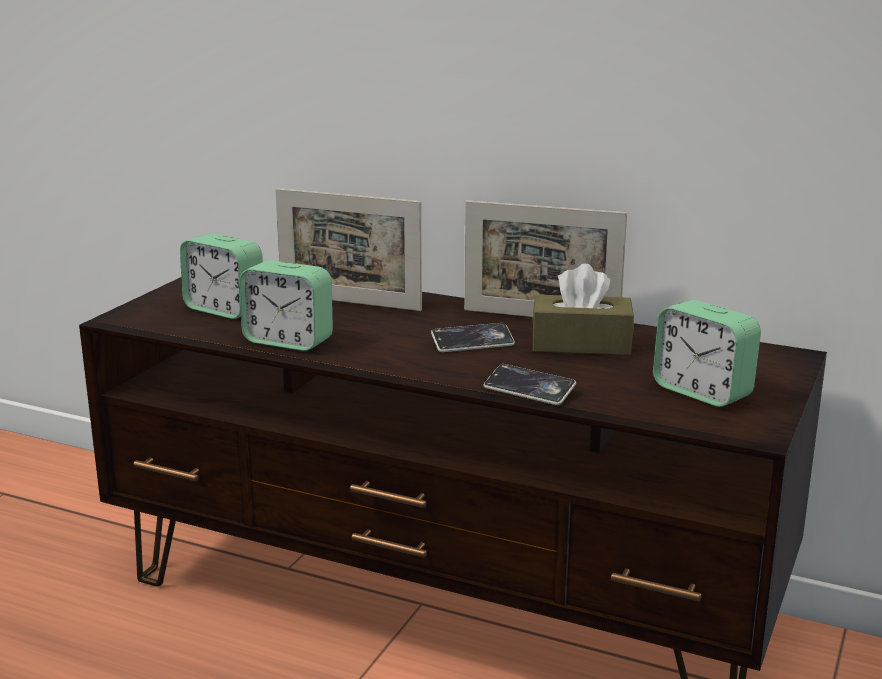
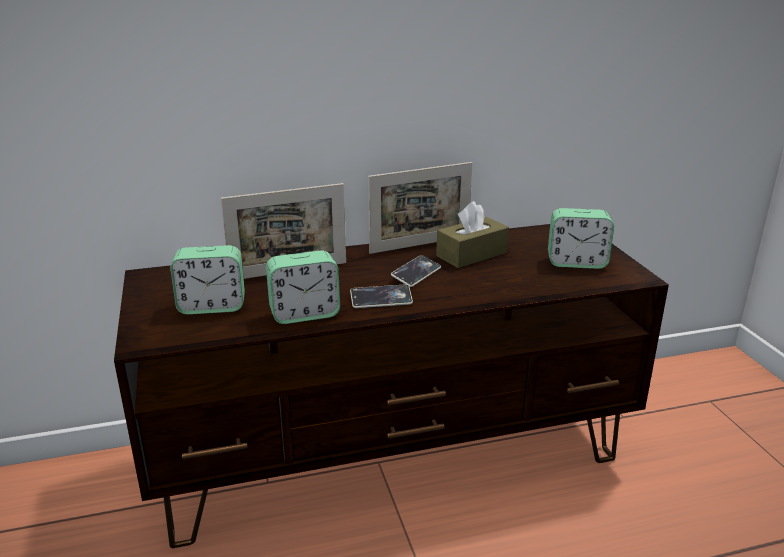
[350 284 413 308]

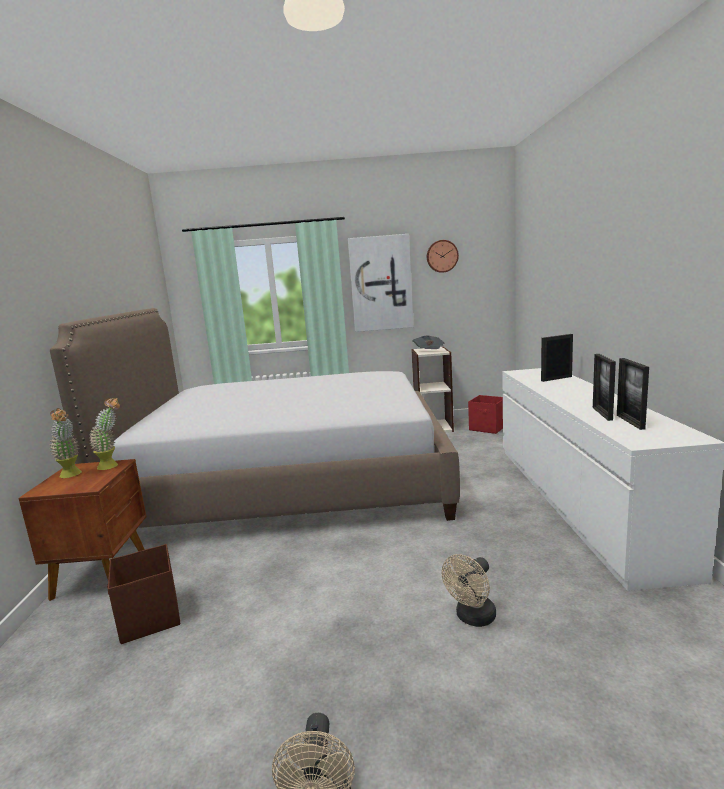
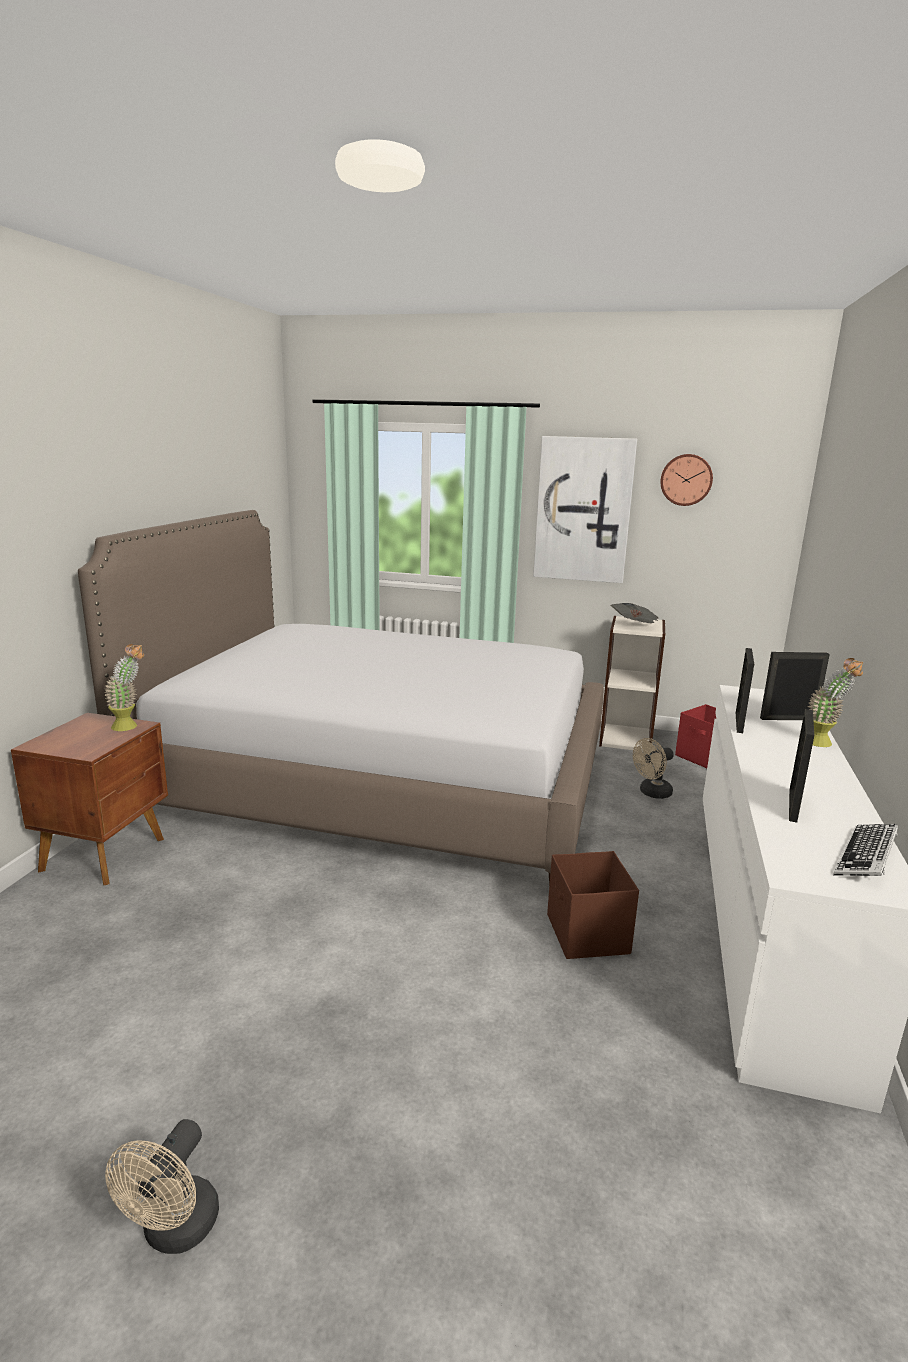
[736 648 754 733]
[808 658 863 747]
[547 851 639 959]
[633 738 674 799]
[833 824 898 876]

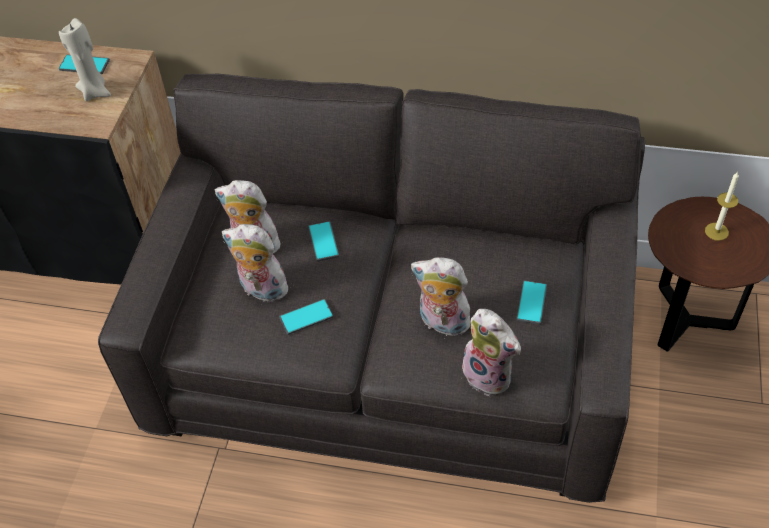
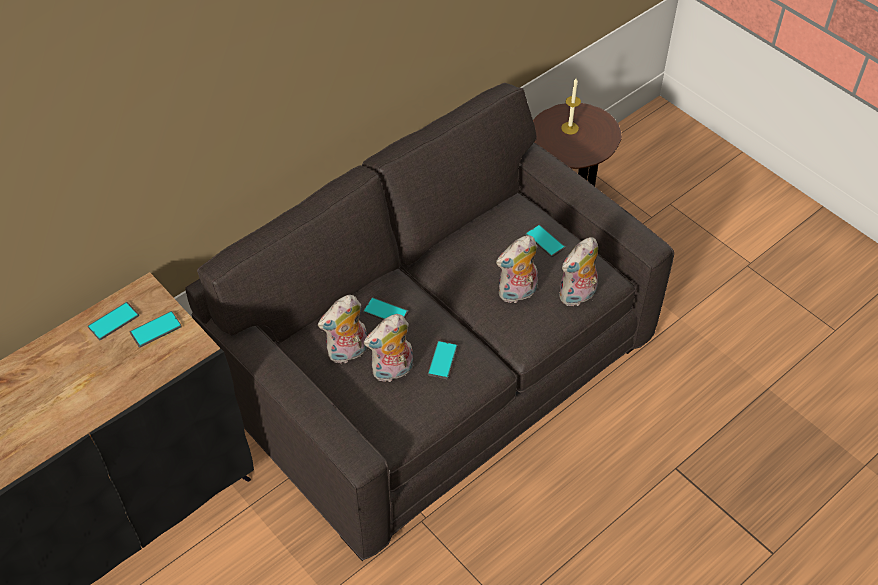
[130 311 182 348]
[559 237 598 306]

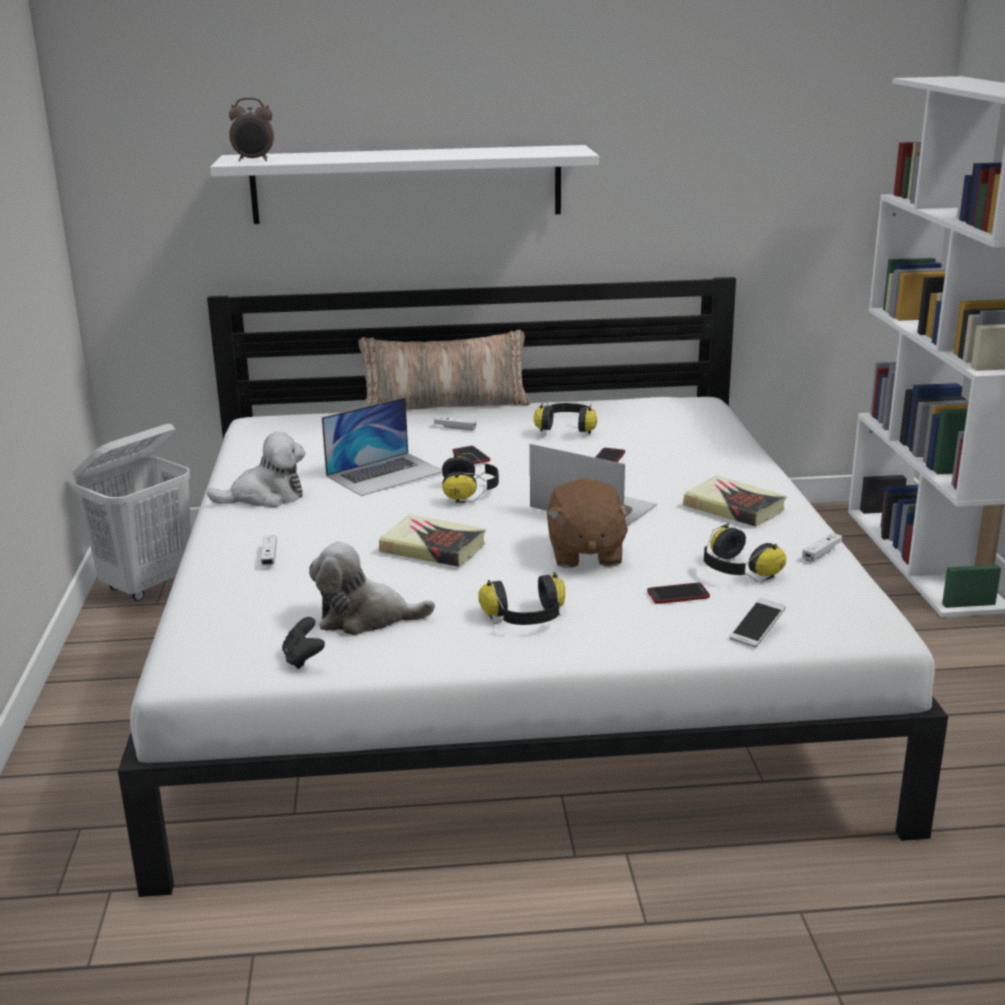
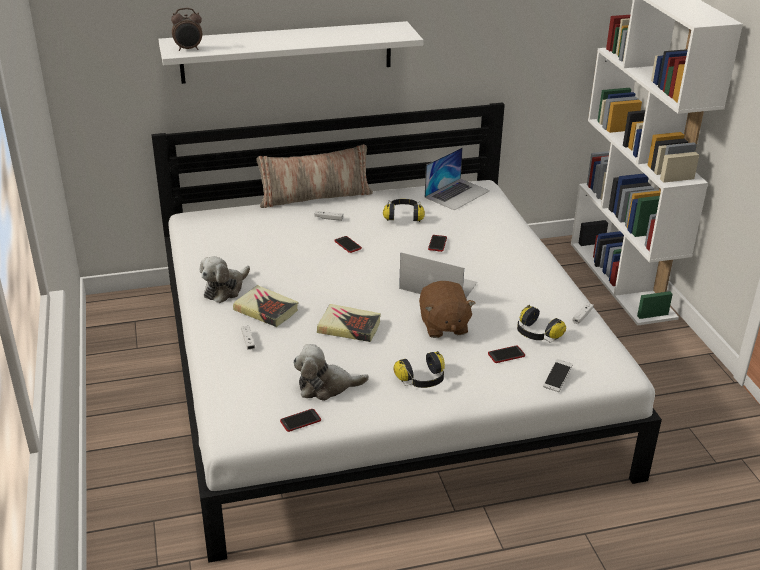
[425 147 490 210]
[72 424 191 601] (first image)
[199 256 250 303]
[442 453 499 503] (first image)
[233 285 299 327]
[280 409 321 432]

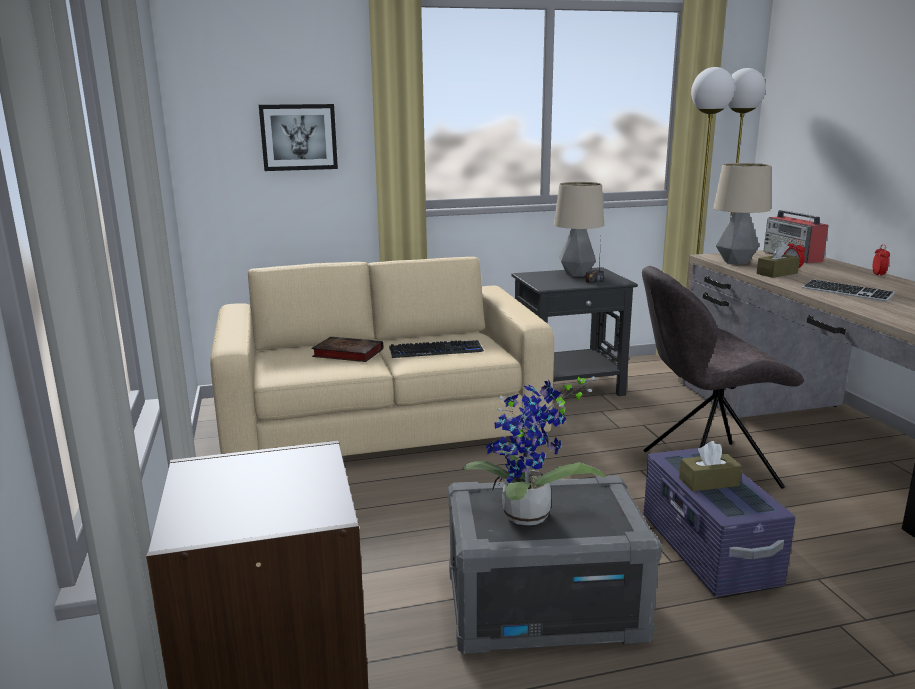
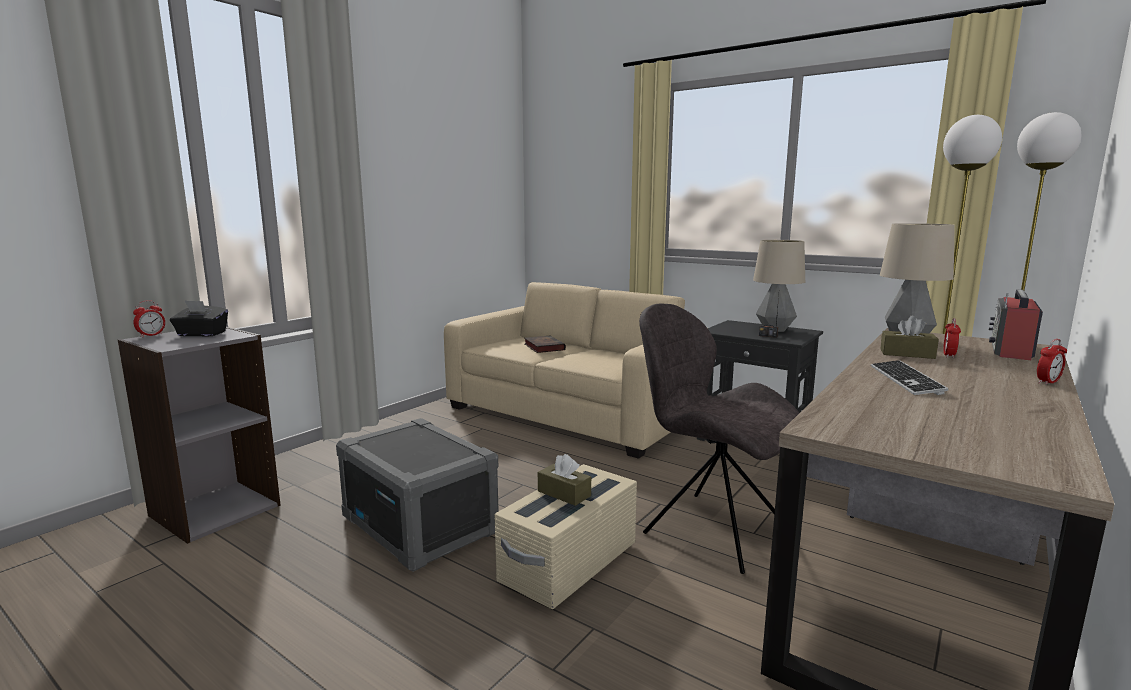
[259 104 338 171] (first image)
[389 340 484 358] (first image)
[462 376 606 525] (first image)
[494 464 637 609]
[133 300 165 337]
[170 301 228 337]

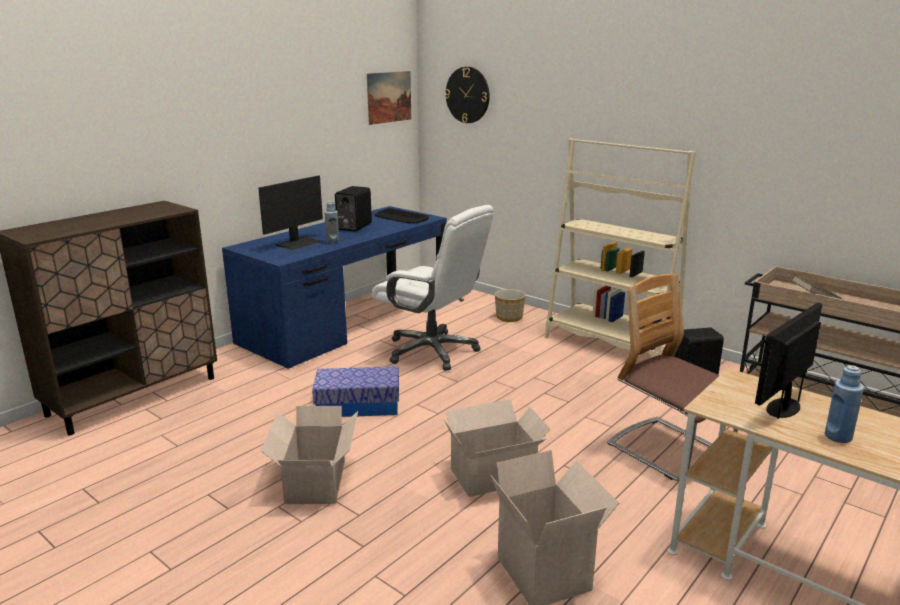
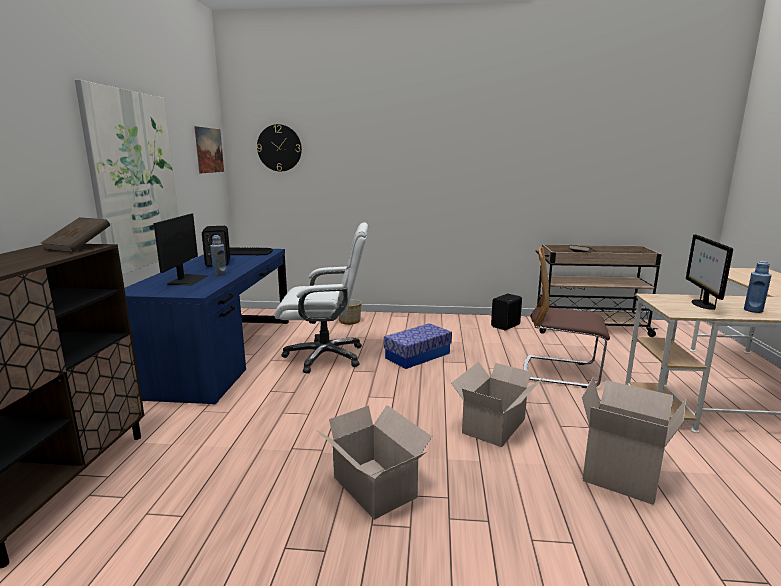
[545 138 696 357] (first image)
[384 323 452 369]
[75 80 179 275]
[41 217 110 252]

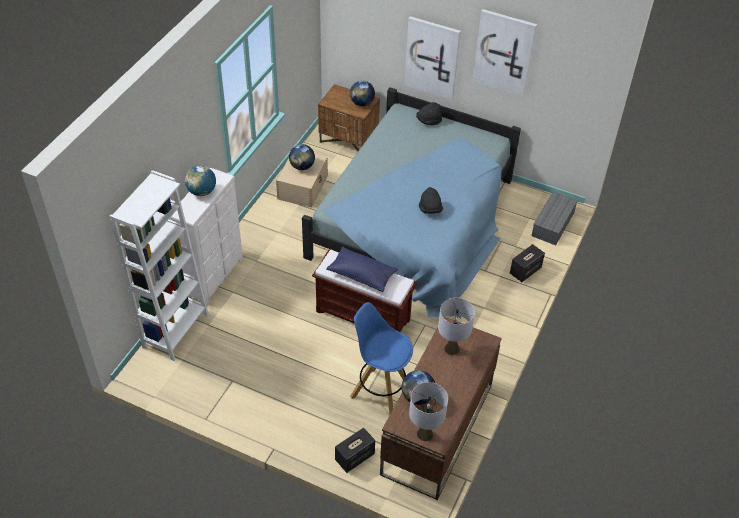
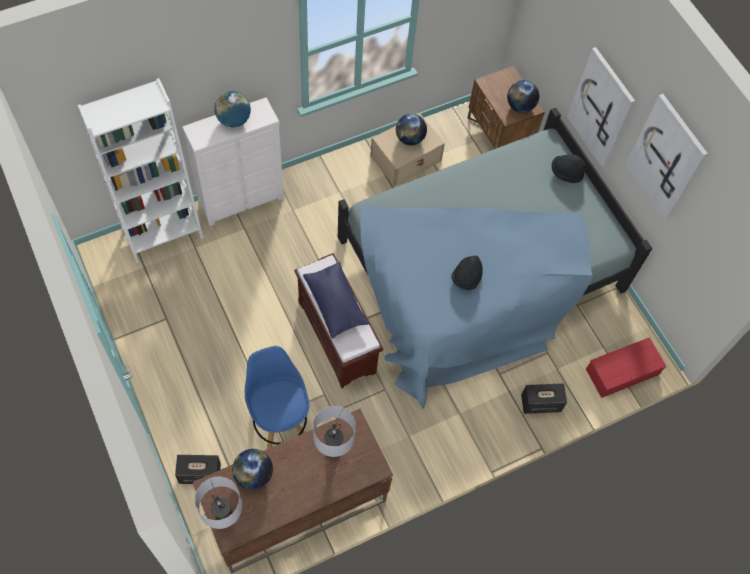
[586 337 667 398]

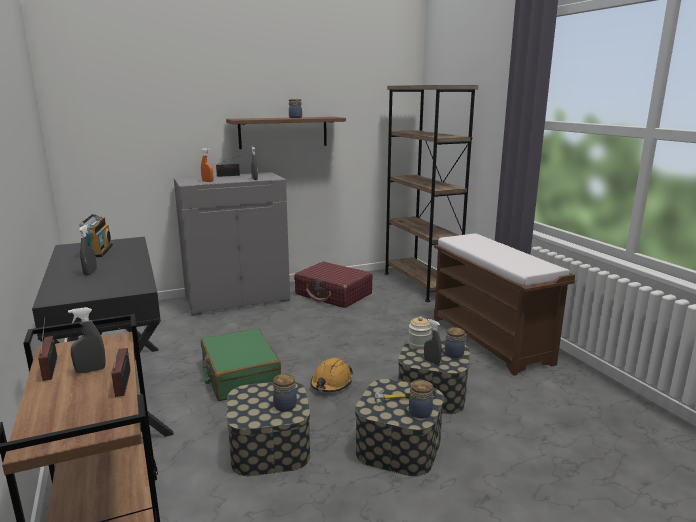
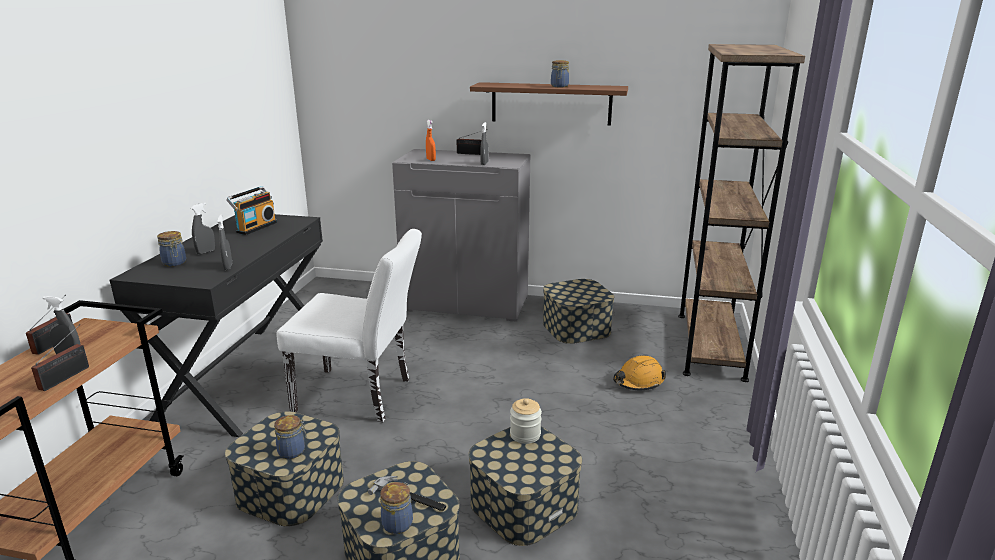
[434 233 575 376] (first image)
[543 279 615 344]
[217 214 232 270]
[157 231 186 267]
[277 229 422 422]
[613 355 666 390]

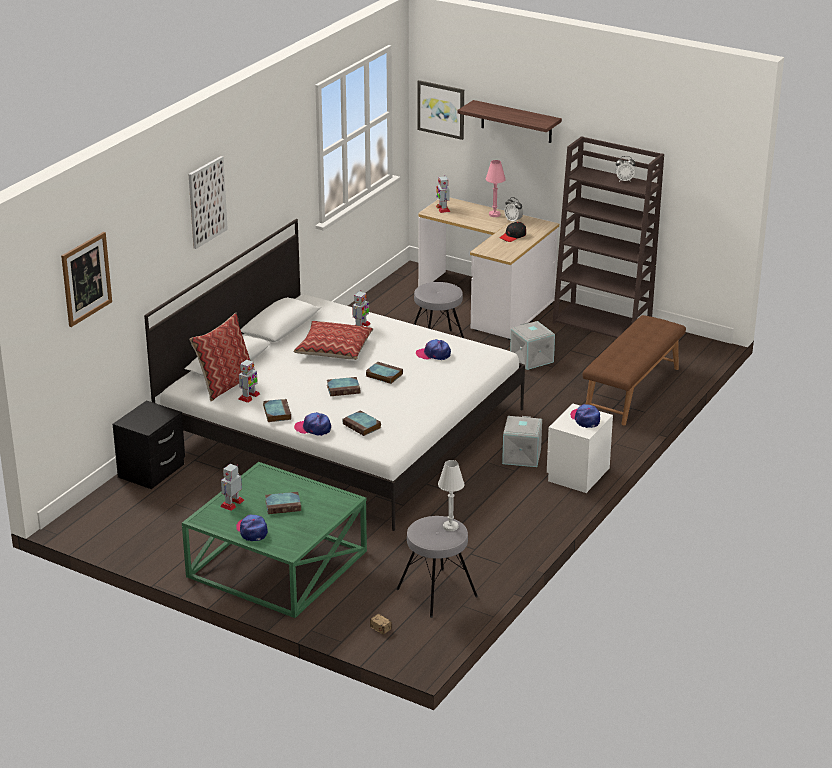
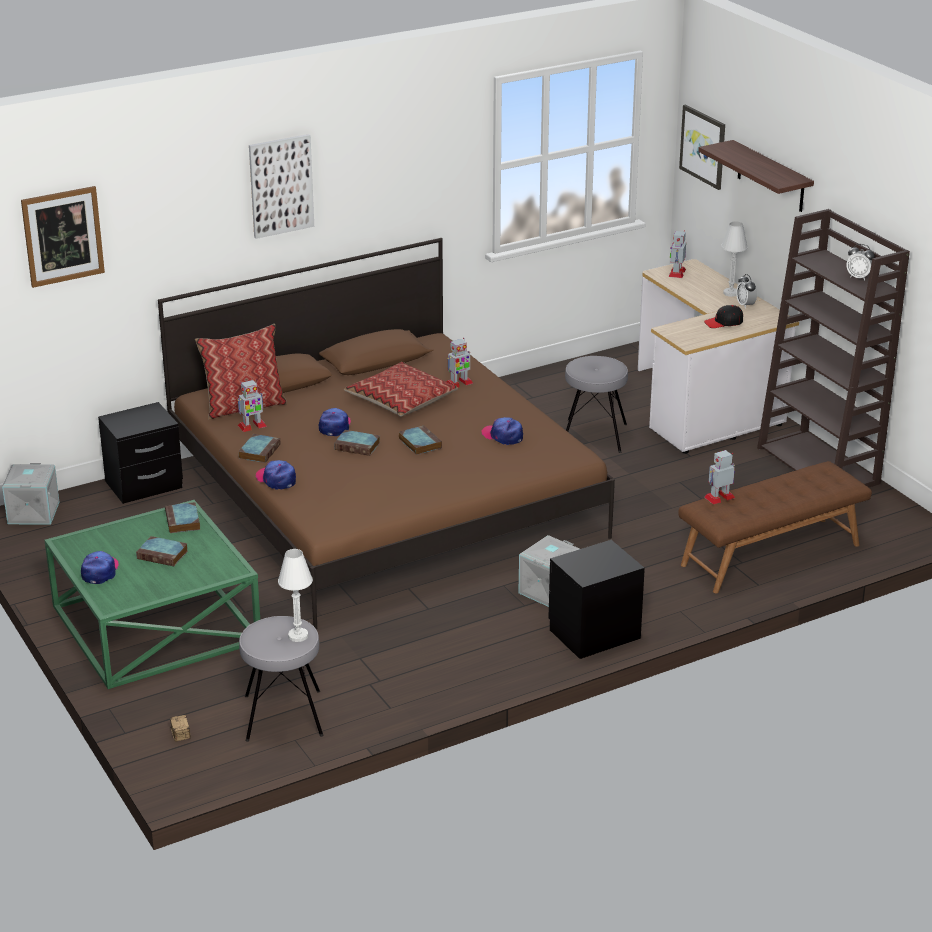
[721 221 748 297]
[158 238 615 629]
[2 463 59 525]
[549 540 645 659]
[319 408 351 436]
[165 502 200 533]
[704 450 735 504]

